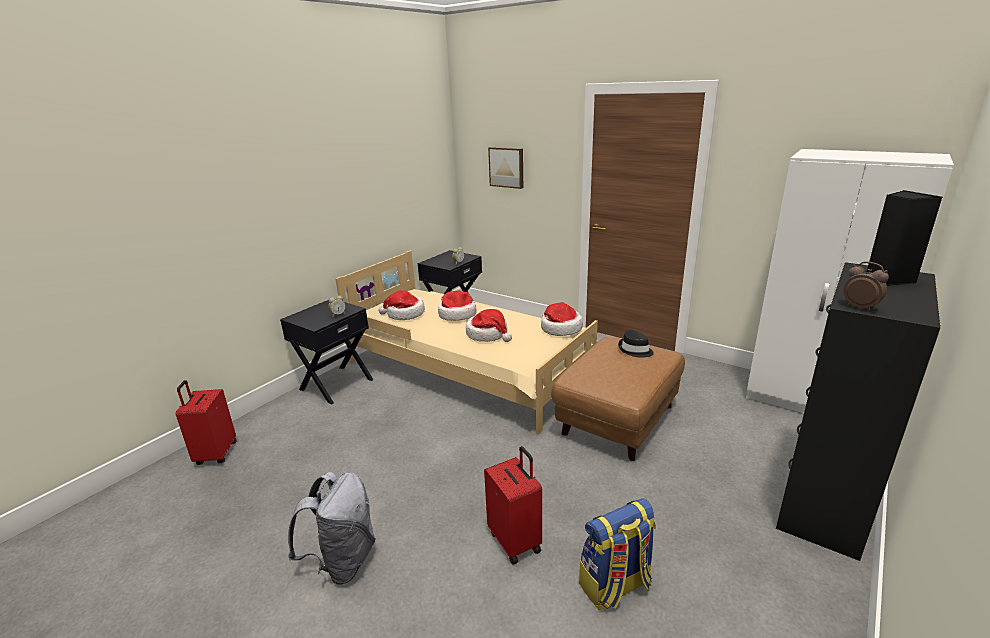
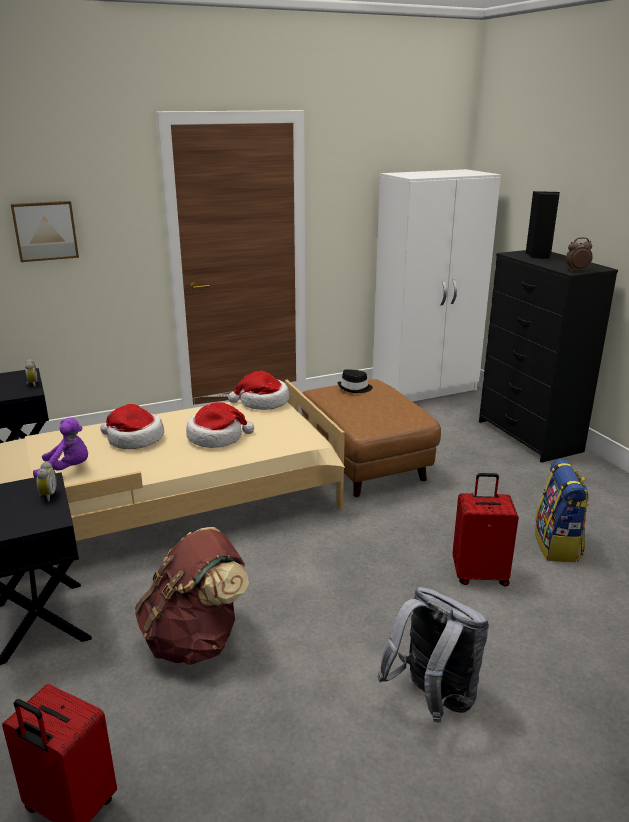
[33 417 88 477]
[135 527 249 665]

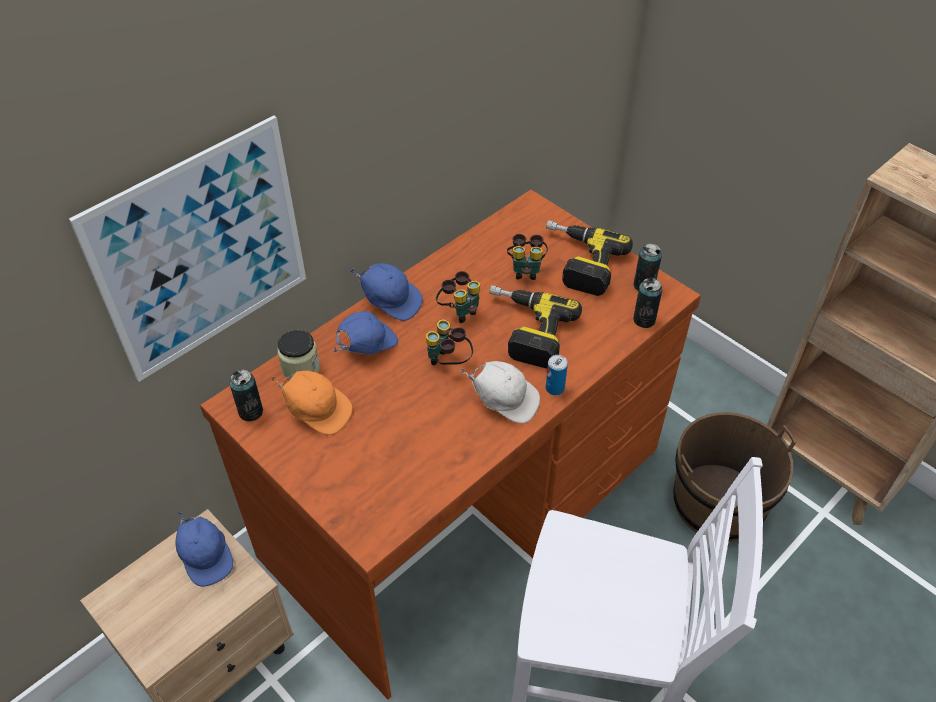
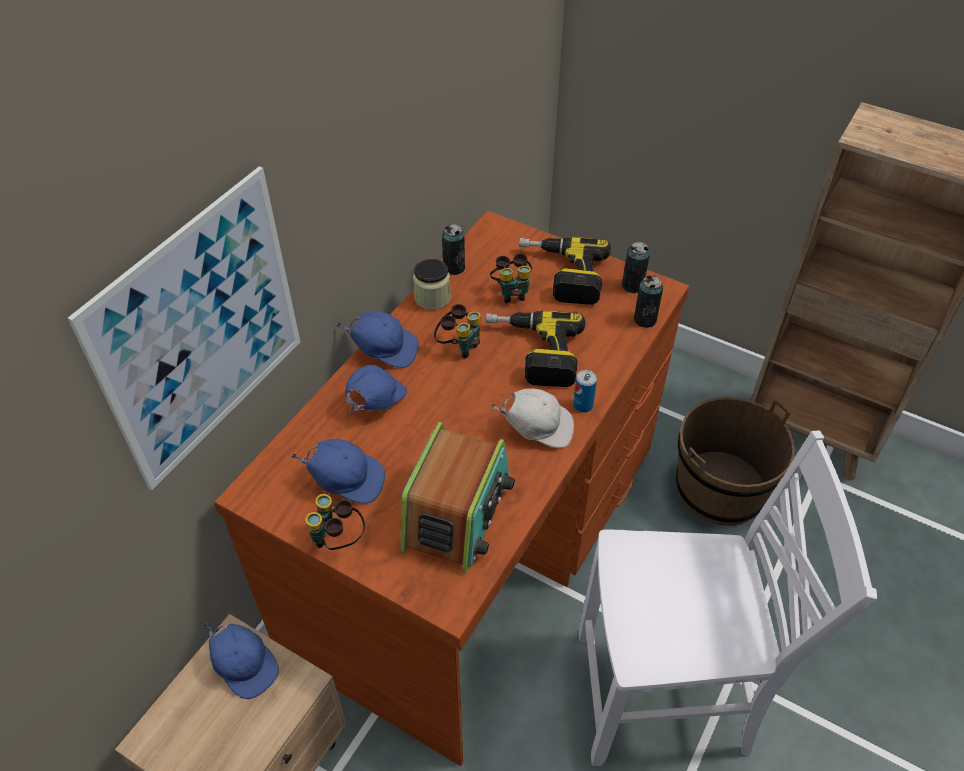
[305 494 365 550]
[413 259 451 310]
[442 224 465 275]
[291 439 385 504]
[400 422 515 573]

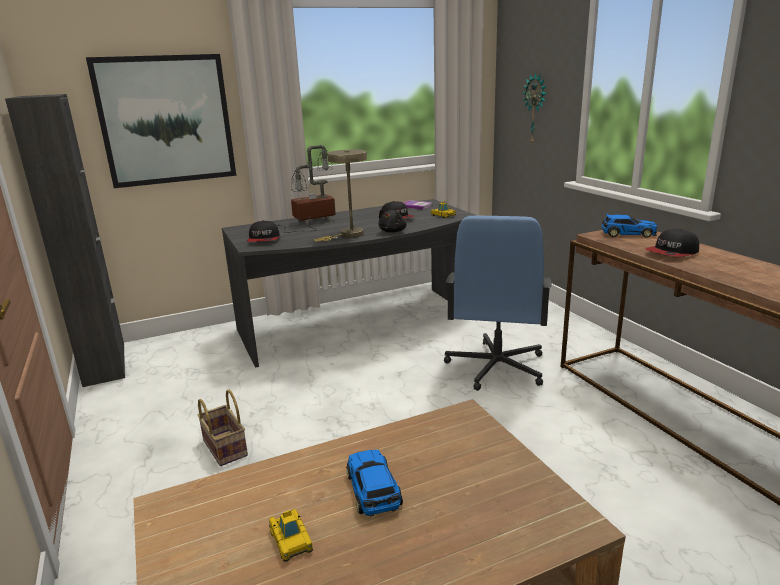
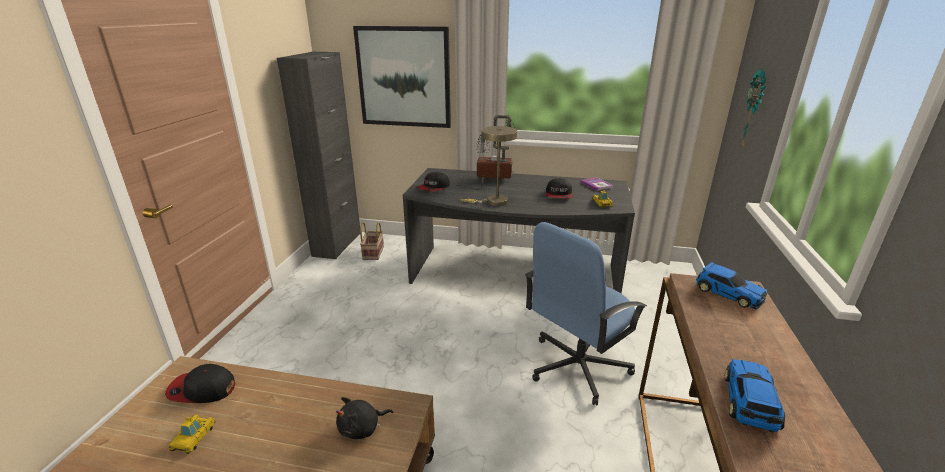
[336 397 393 439]
[165 364 235 403]
[360 222 384 260]
[725 359 785 432]

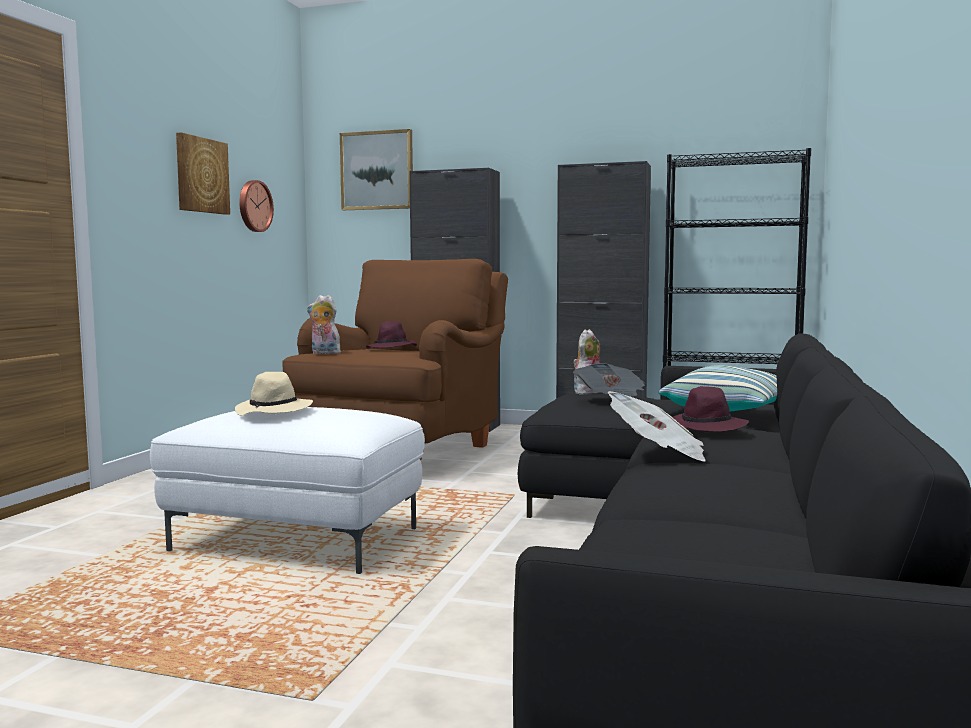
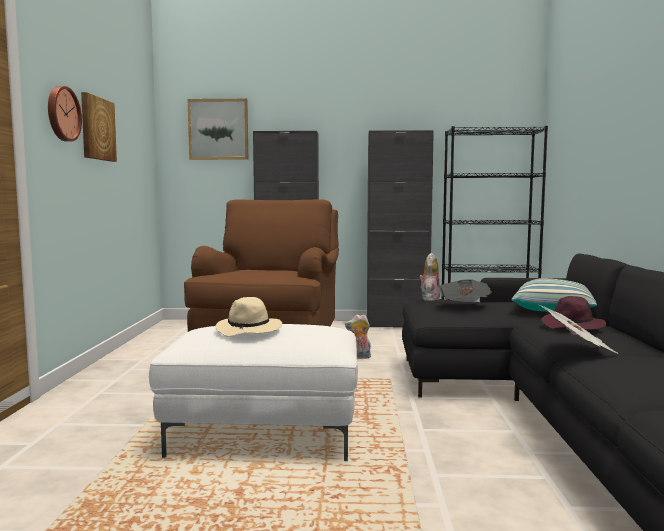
[48 86 82 141]
[345 314 371 359]
[366 321 417 349] (first image)

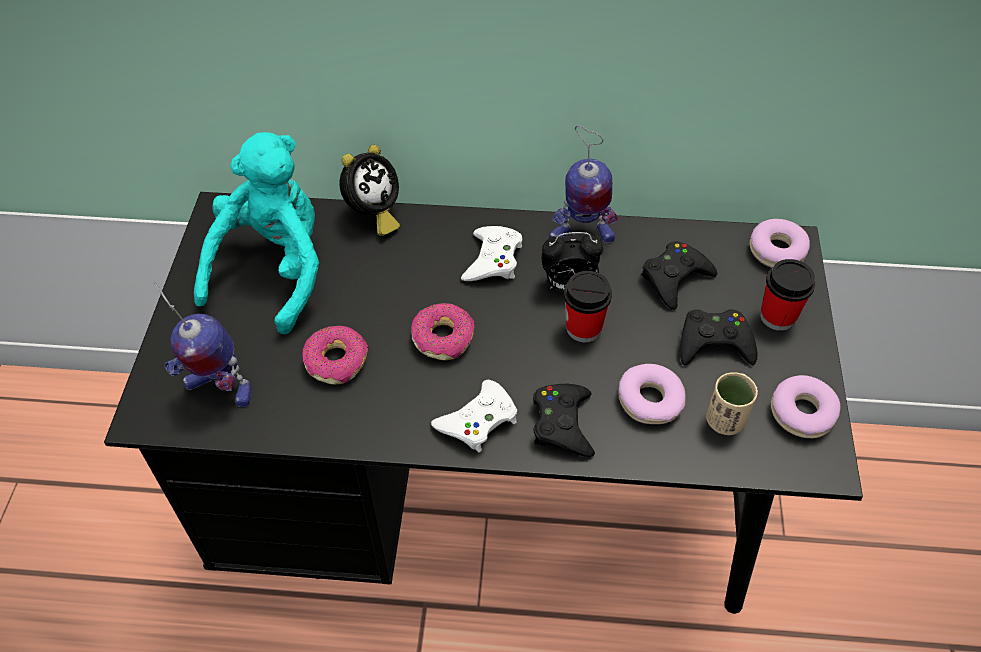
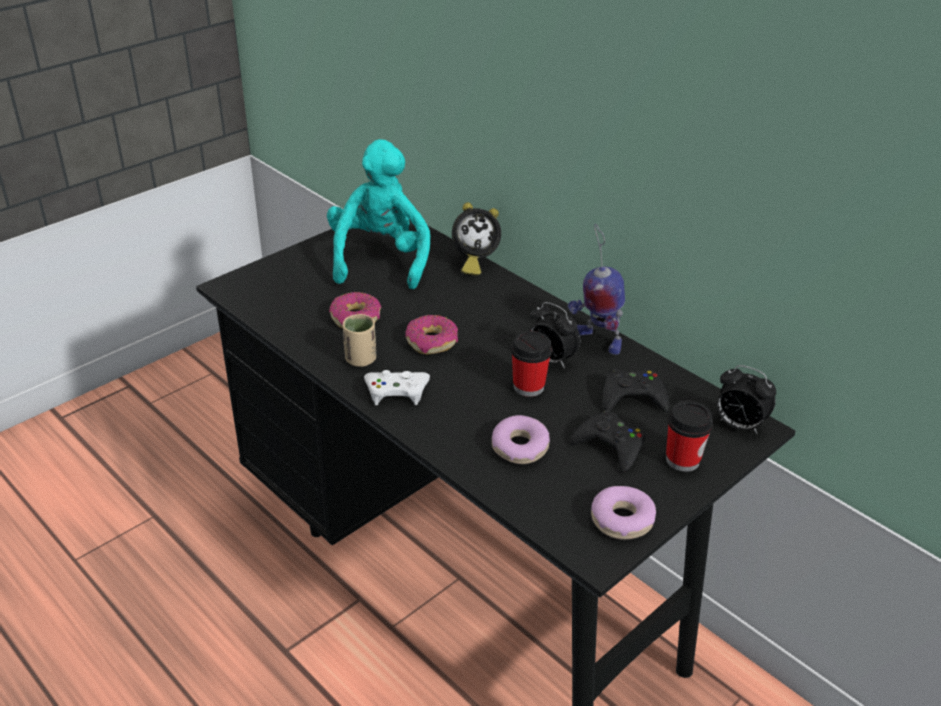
[327 139 430 289]
[717 365 776 434]
[461 226 522 281] (first image)
[154 282 251 407] (first image)
[343 314 376 367]
[533 384 595 457] (first image)

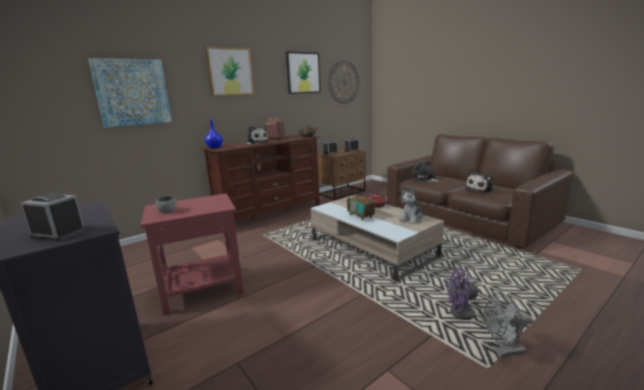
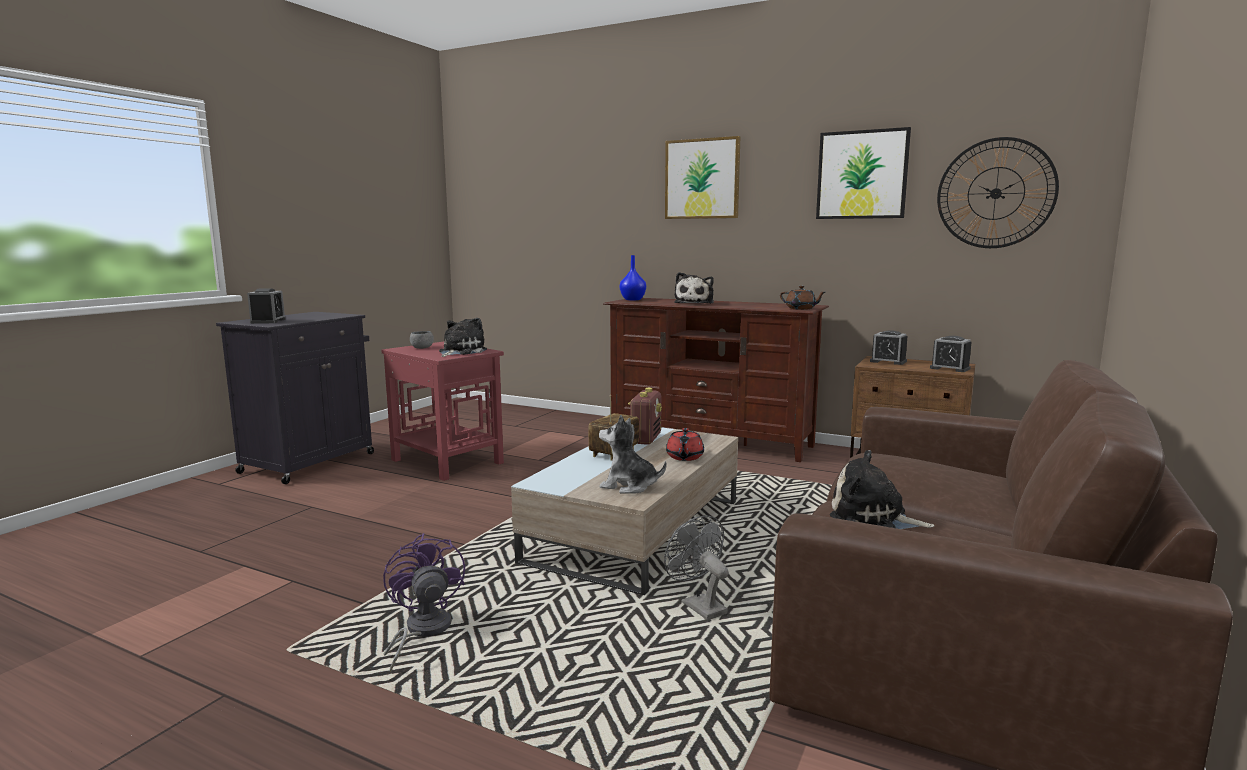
[88 58 172 127] (first image)
[628 388 662 445]
[439 318 487 357]
[664 515 729 620]

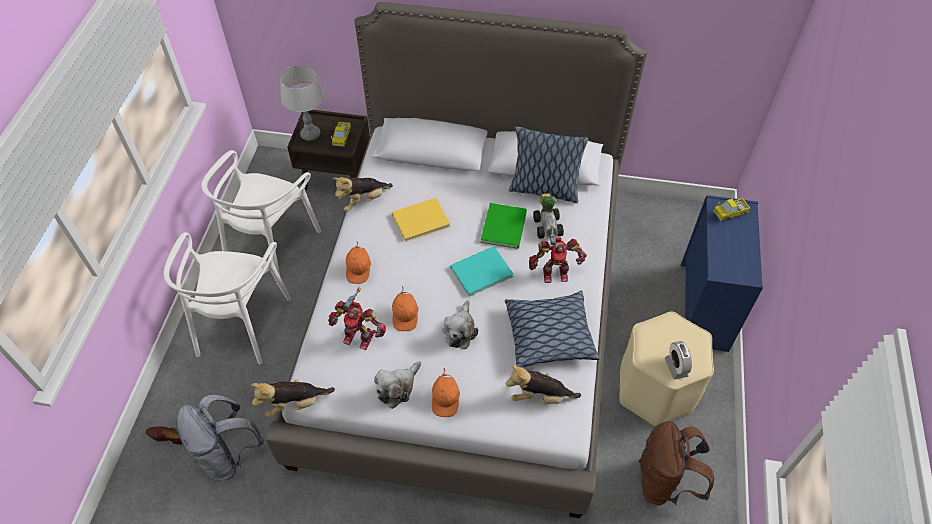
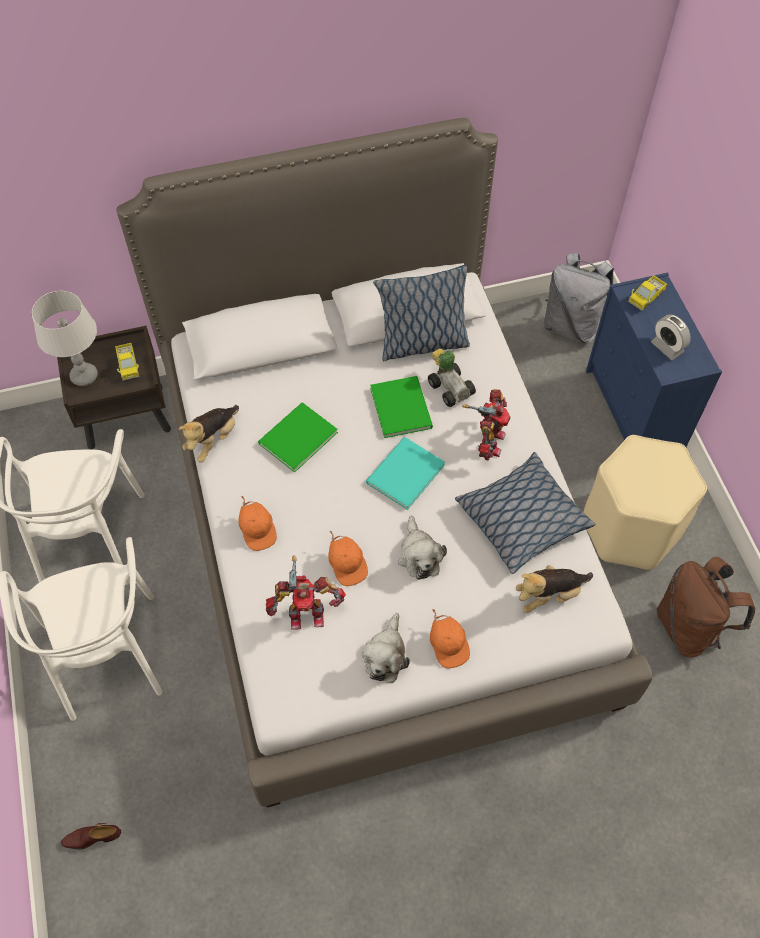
[258 402 338 473]
[462 389 510 460]
[651 314 691 360]
[251 379 335 417] (first image)
[544 253 614 343]

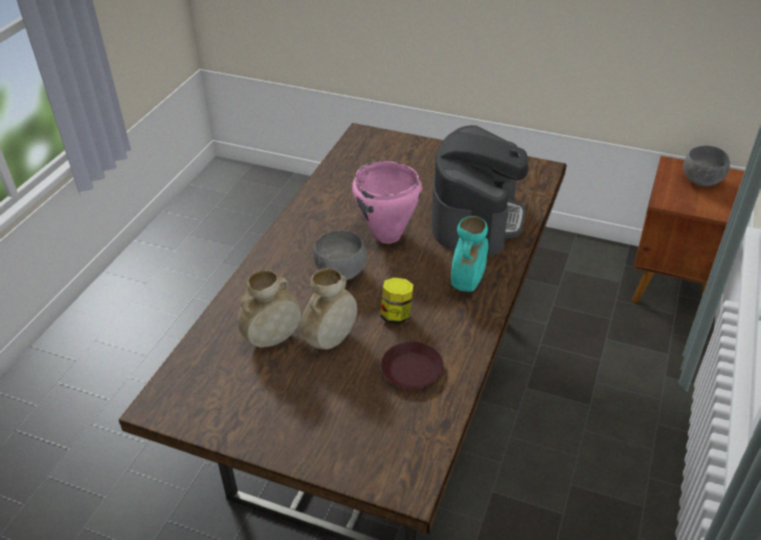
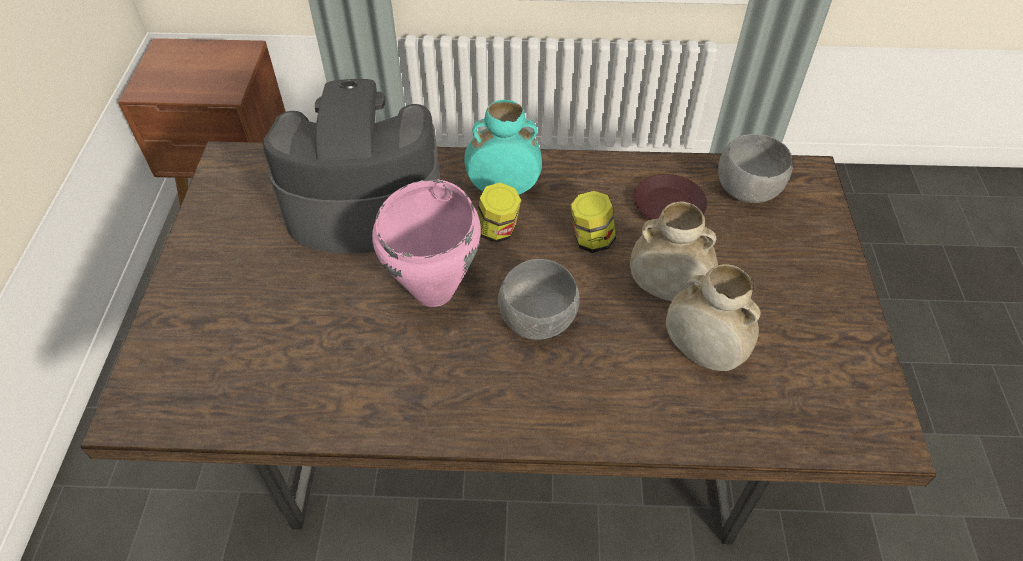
[718 134 793 203]
[477 183 521 243]

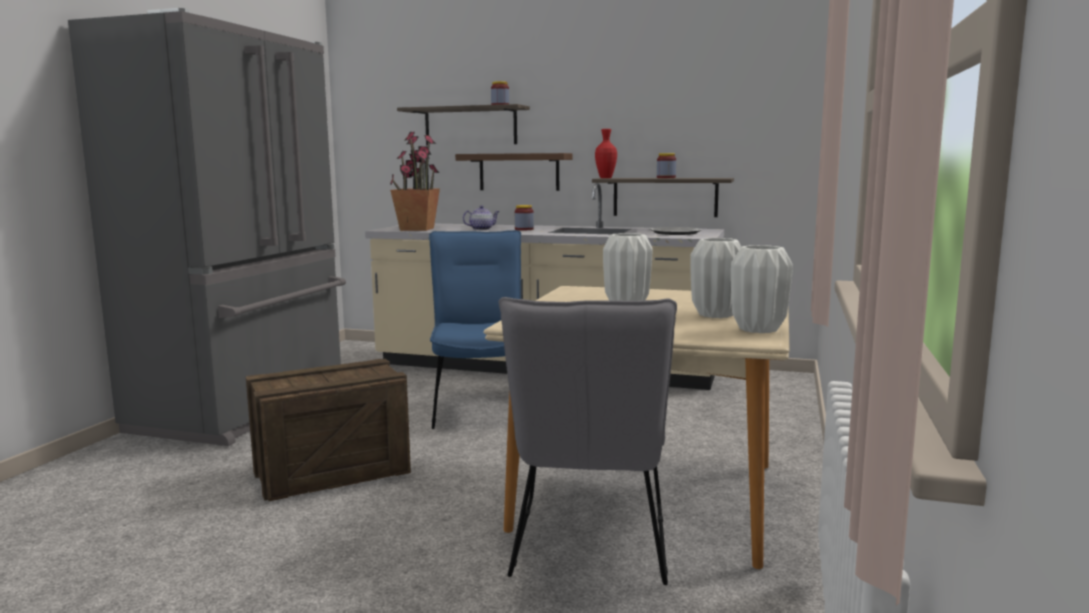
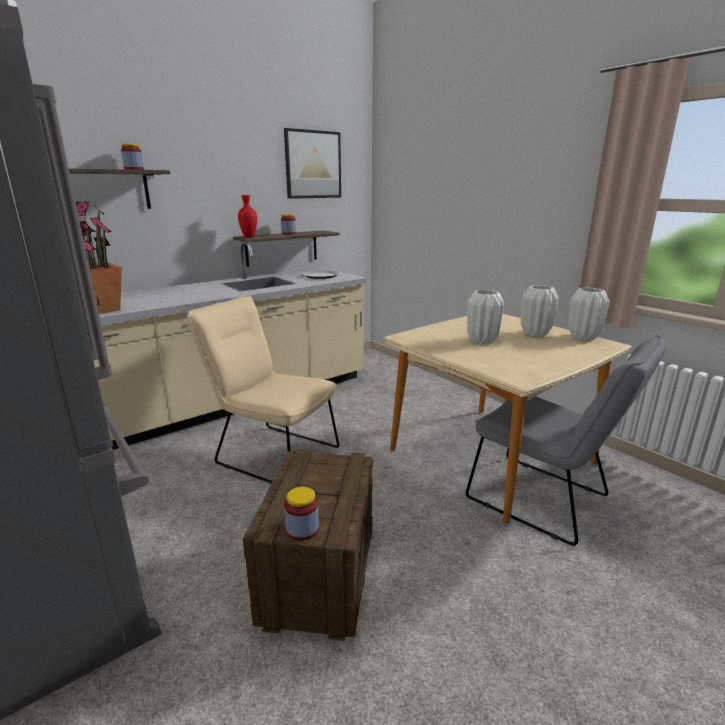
[455 153 573 191] (first image)
[463 205 500 230] (first image)
[284 487 319 541]
[187 295 339 483]
[284 128 341 199]

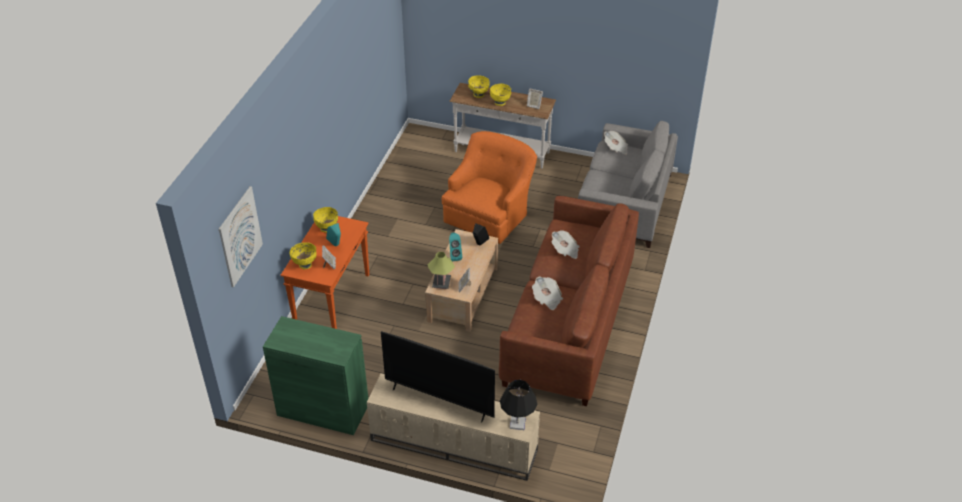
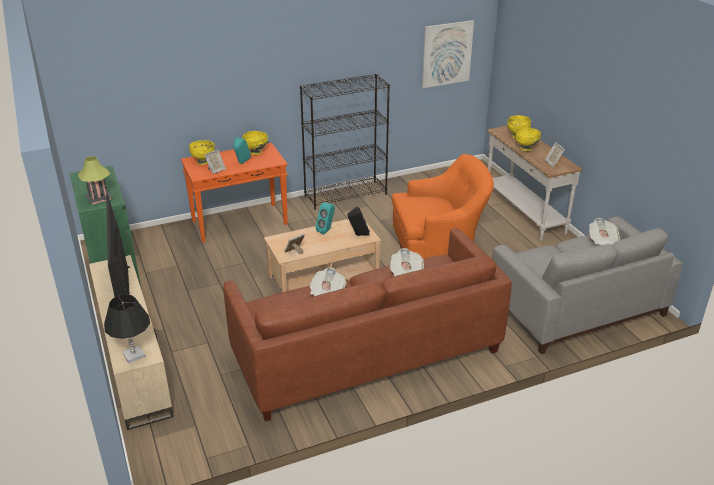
[422 20 474 88]
[78 156 112 205]
[300 74 390 210]

